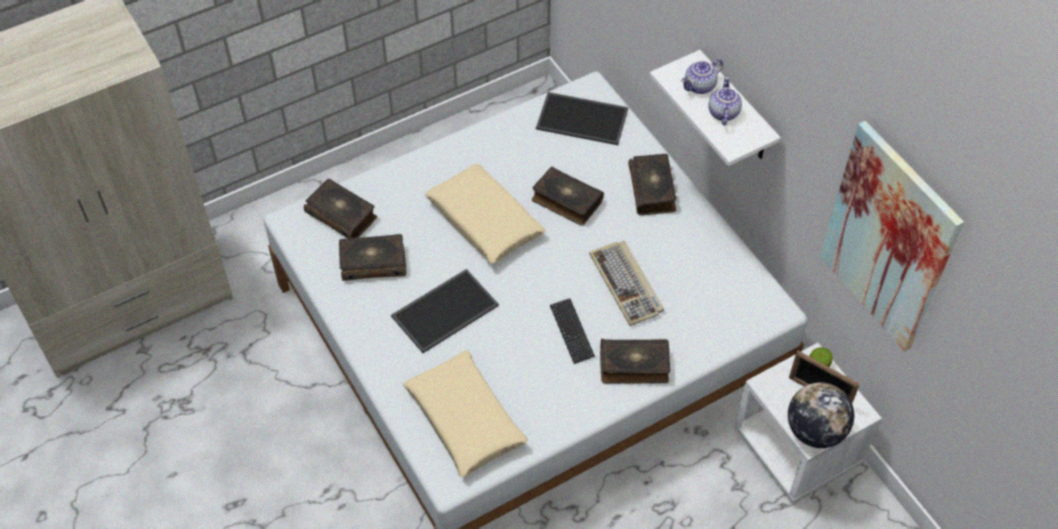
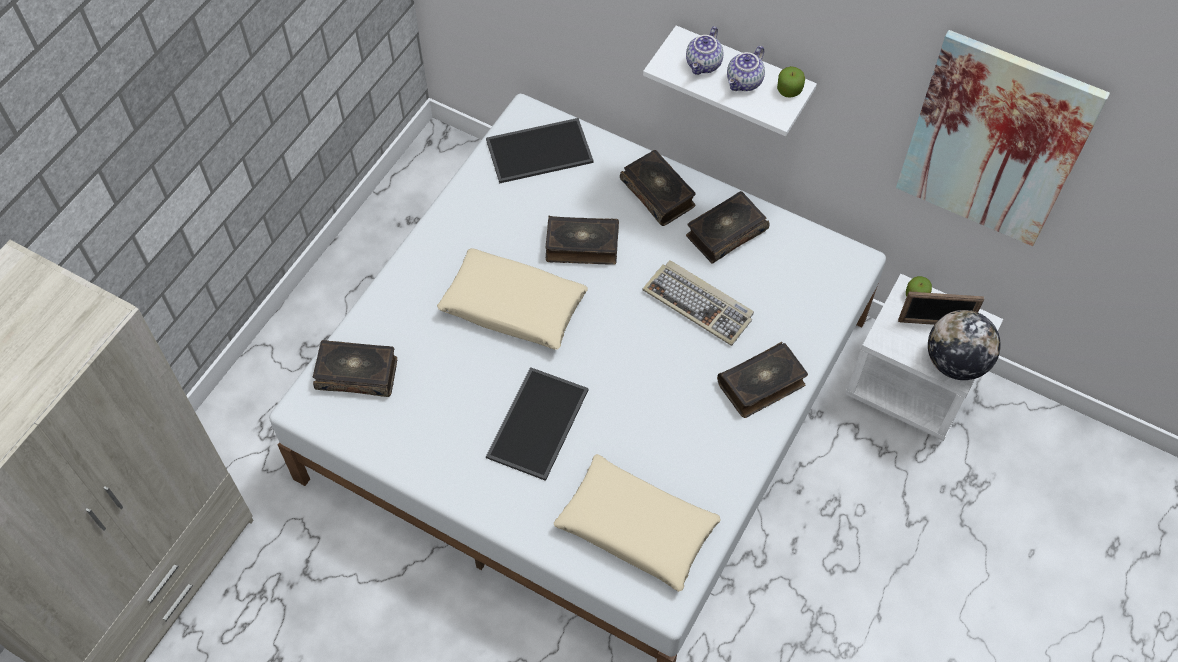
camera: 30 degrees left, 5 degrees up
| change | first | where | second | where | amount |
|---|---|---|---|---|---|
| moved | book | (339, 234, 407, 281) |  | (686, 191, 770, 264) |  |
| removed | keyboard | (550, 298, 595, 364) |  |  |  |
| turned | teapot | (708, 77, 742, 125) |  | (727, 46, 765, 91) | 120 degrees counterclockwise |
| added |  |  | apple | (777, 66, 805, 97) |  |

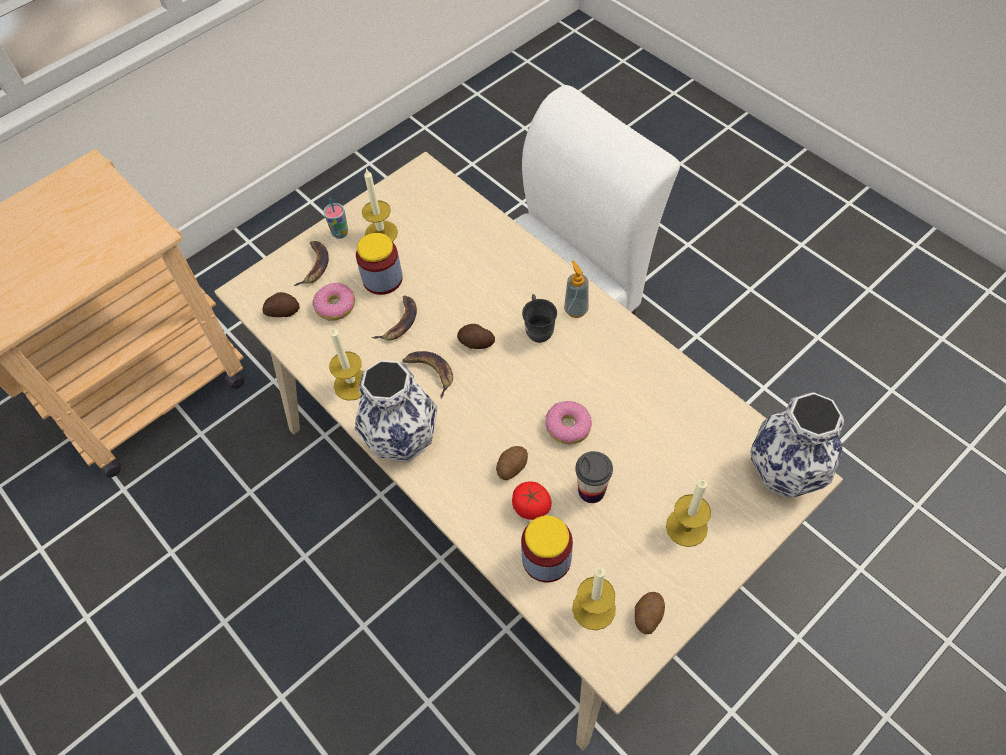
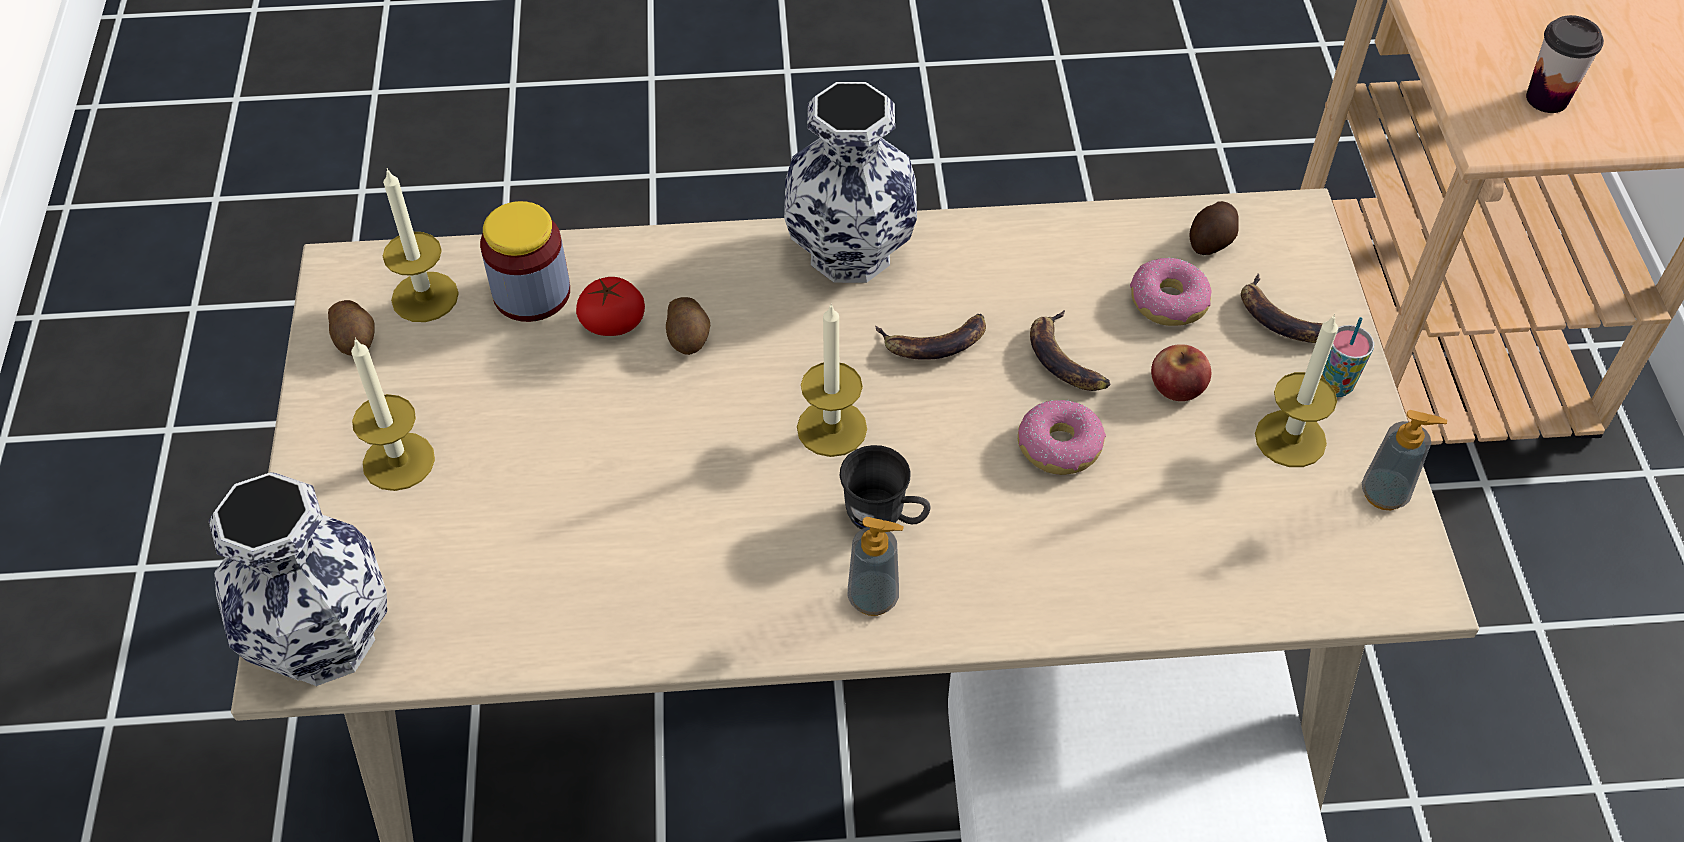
camera: 125 degrees right, 5 degrees down
| change | first | where | second | where | amount |
|---|---|---|---|---|---|
| moved | candle | (329, 327, 363, 401) |  | (797, 303, 867, 457) |  |
| replaced | jar | (356, 233, 403, 295) | apple | (1151, 344, 1211, 401) |  |
| removed | potato | (457, 324, 495, 349) |  |  |  |
| moved | donut | (545, 401, 592, 444) |  | (1018, 400, 1106, 475) |  |
| moved | cup | (575, 451, 613, 503) |  | (1526, 15, 1604, 113) |  |
| added |  |  | soap dispenser | (1362, 410, 1447, 510) |  |

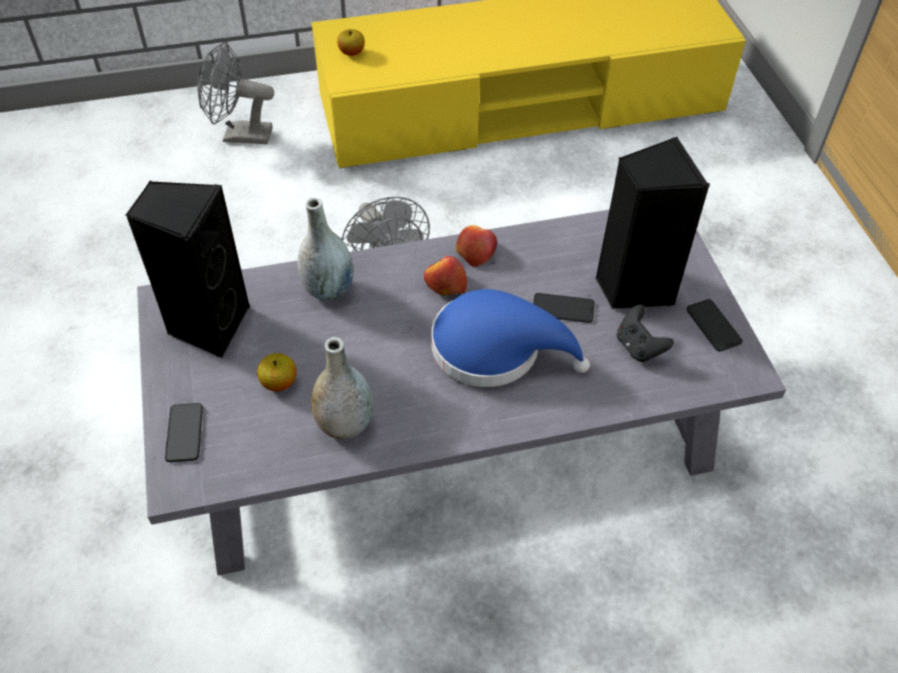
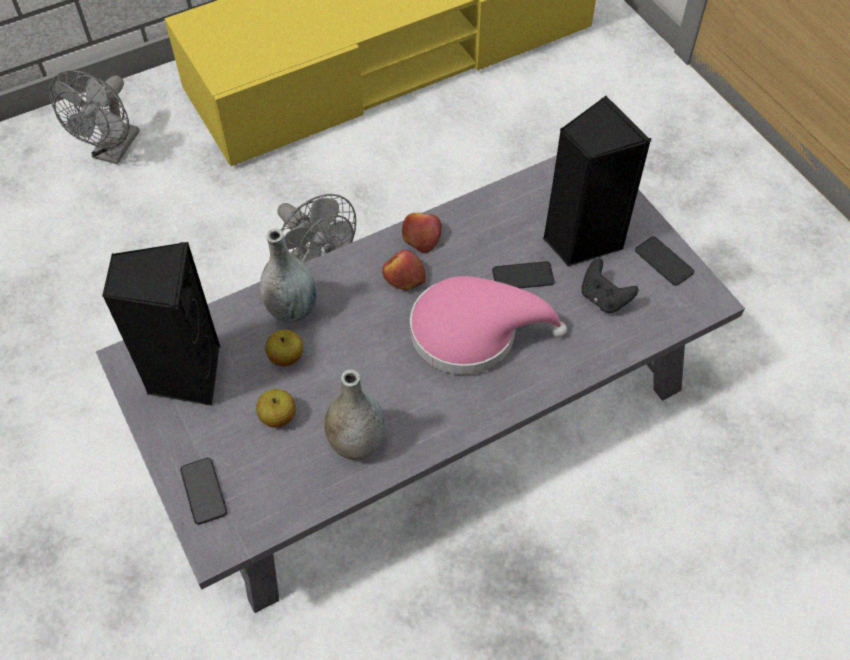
camera: 15 degrees left, 5 degrees up
| change | first | where | second | where | amount |
|---|---|---|---|---|---|
| turned | grey fan | (197, 41, 274, 144) |  | (49, 70, 140, 164) | 60 degrees counterclockwise |
| moved | apple | (337, 29, 365, 56) |  | (265, 329, 303, 366) |  |
| recoloured | blue hat | (431, 289, 590, 387) | pink hat | (410, 276, 567, 375) |  |

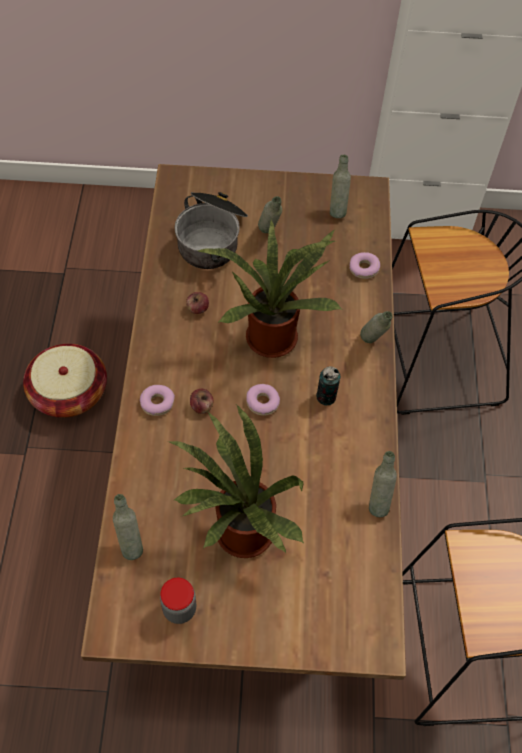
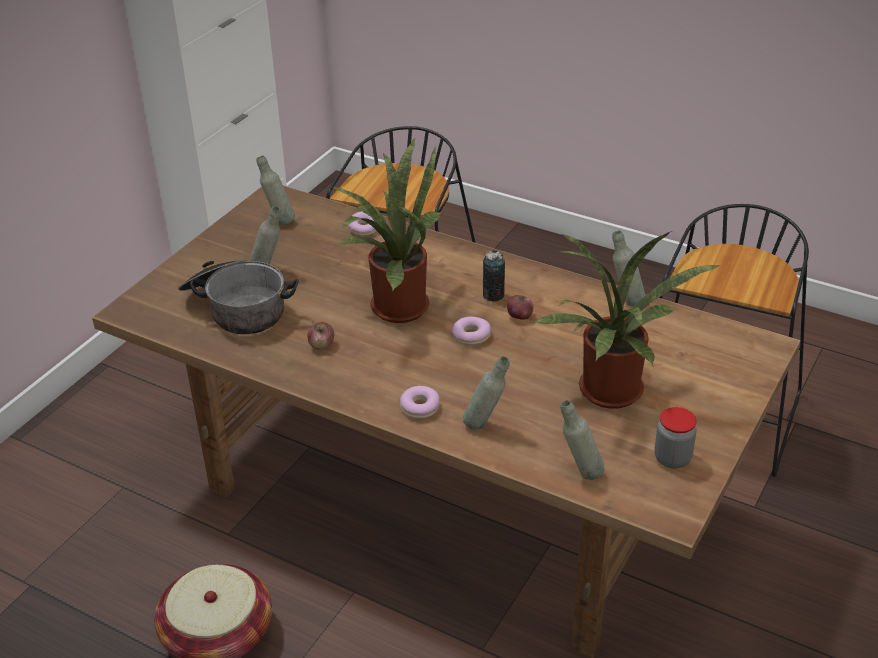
camera: 60 degrees left, 20 degrees down
| change | first | where | second | where | amount |
|---|---|---|---|---|---|
| moved | apple | (190, 389, 214, 414) |  | (507, 295, 534, 320) |  |
| moved | grey bottle | (360, 311, 392, 343) |  | (463, 356, 510, 430) |  |

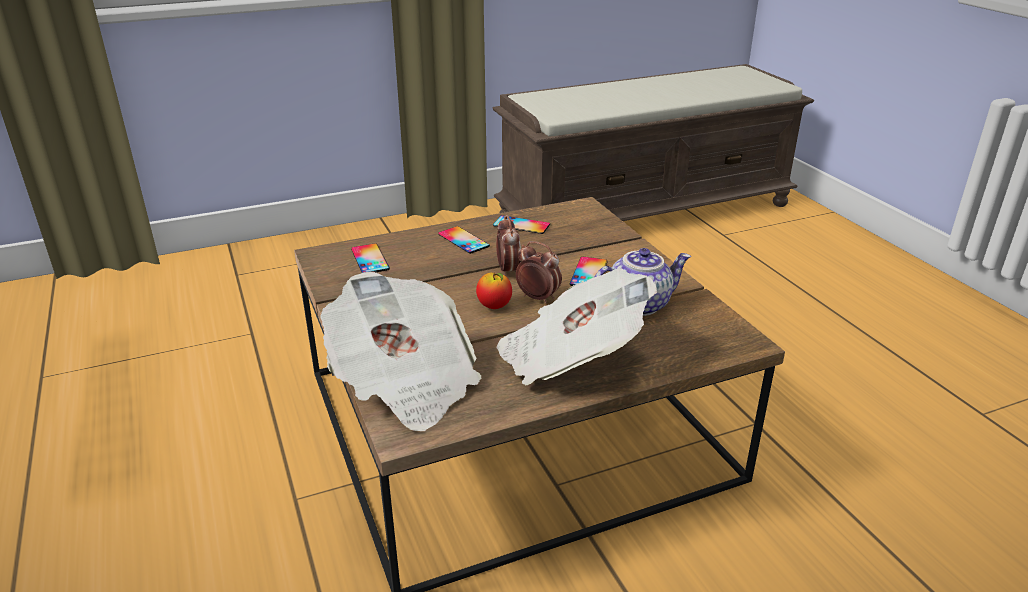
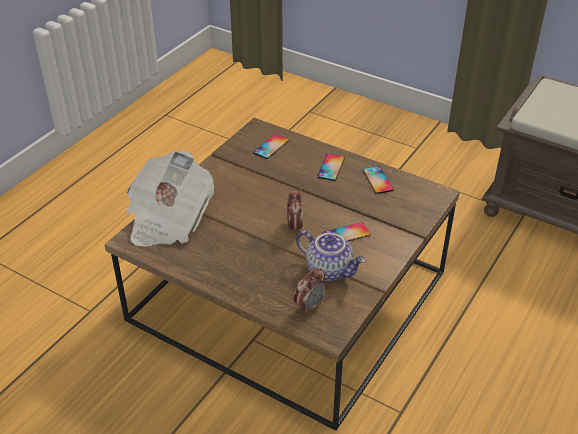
camera: 55 degrees right, 10 degrees up
| change | first | where | second | where | amount |
|---|---|---|---|---|---|
| removed | apple | (476, 272, 512, 309) |  |  |  |
| moved | alarm clock | (496, 215, 521, 276) |  | (293, 268, 327, 314) |  |
| removed | newspaper | (496, 268, 657, 386) |  |  |  |

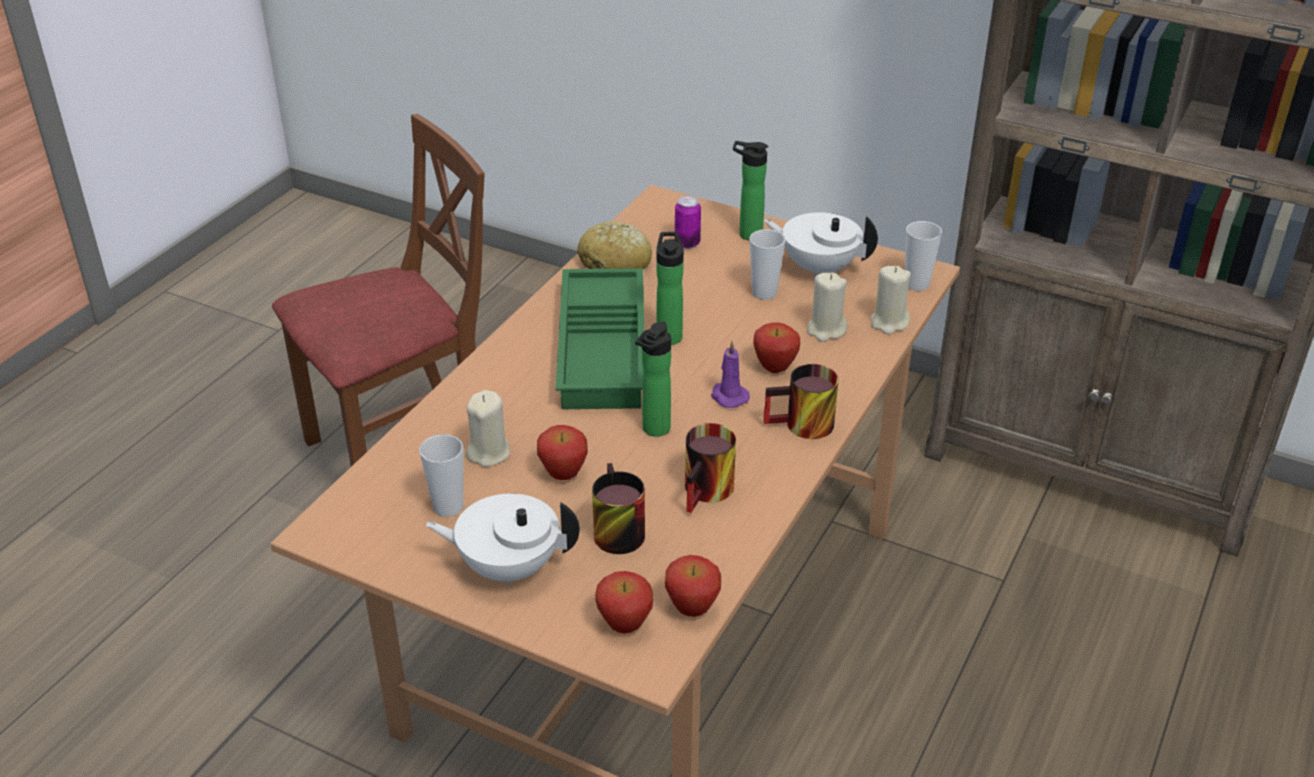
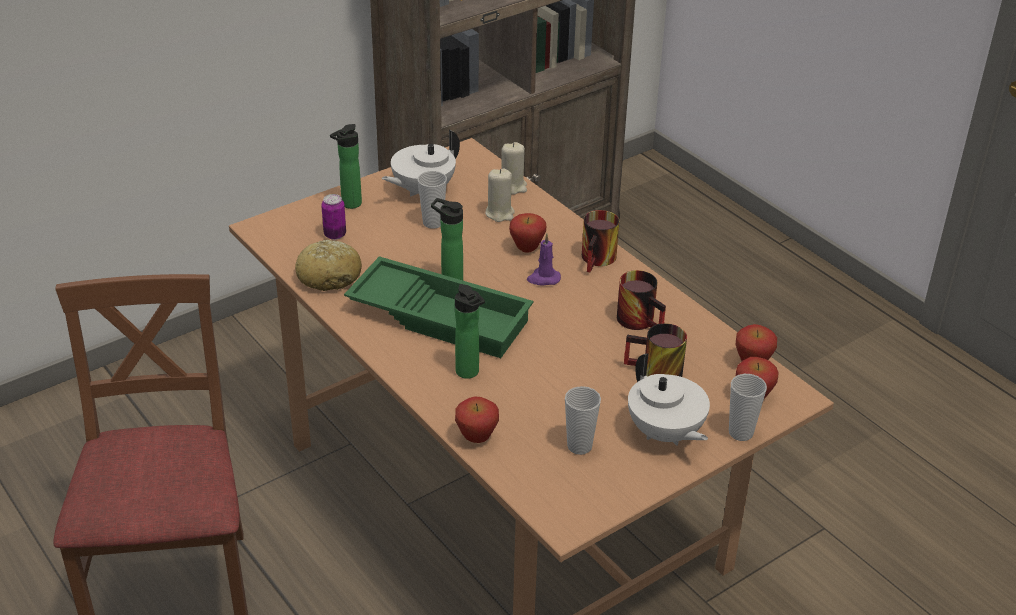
camera: 65 degrees left, 0 degrees up
| change | first | where | second | where | amount |
|---|---|---|---|---|---|
| turned | white teapot | (425, 493, 580, 585) |  | (628, 353, 710, 446) | 60 degrees counterclockwise |
| removed | beige candle | (466, 390, 510, 467) |  |  |  |
| moved | apple | (537, 425, 588, 480) |  | (455, 396, 499, 443) |  |
| moved | bottle | (635, 321, 671, 437) |  | (455, 284, 485, 379) |  |
| moved | cup | (905, 221, 942, 291) |  | (729, 374, 767, 441) |  |

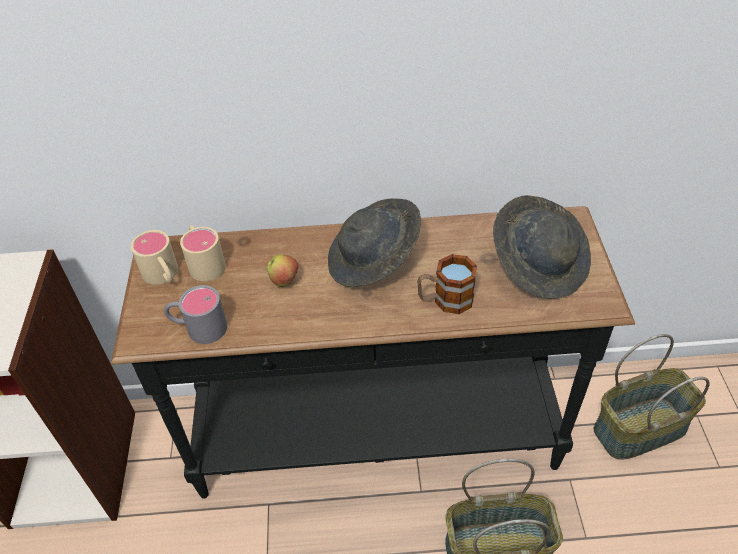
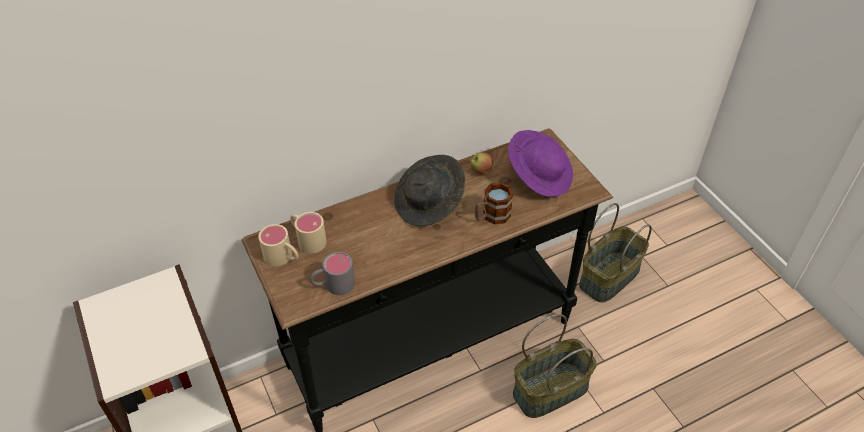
camera: 25 degrees left, 0 degrees up
| change | first | where | second | where | amount |
|---|---|---|---|---|---|
| moved | apple | (267, 254, 298, 287) |  | (471, 152, 493, 175) |  |
| recoloured | grey hat | (493, 195, 591, 299) | purple hat | (508, 130, 573, 197) |  |

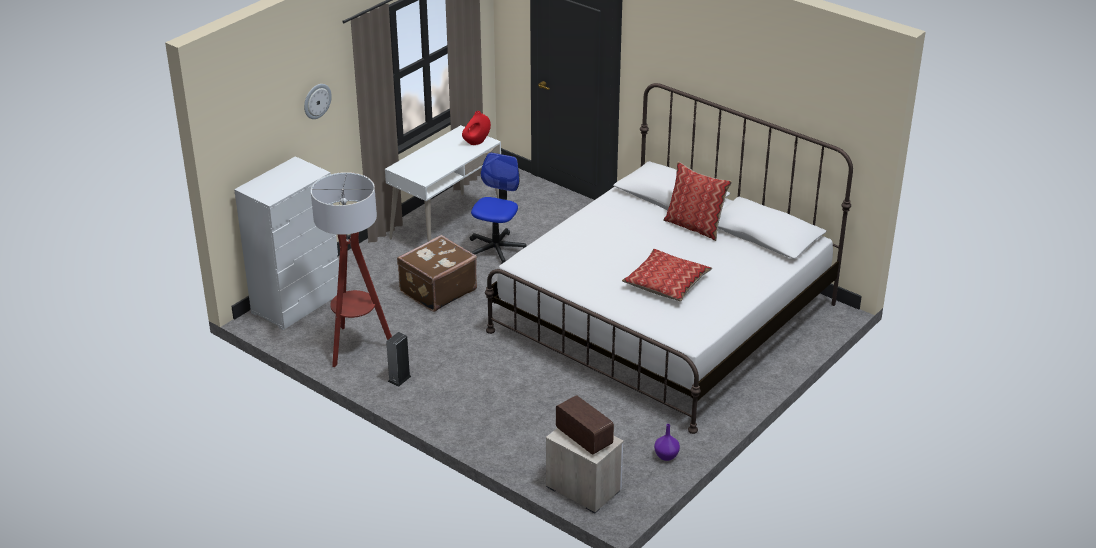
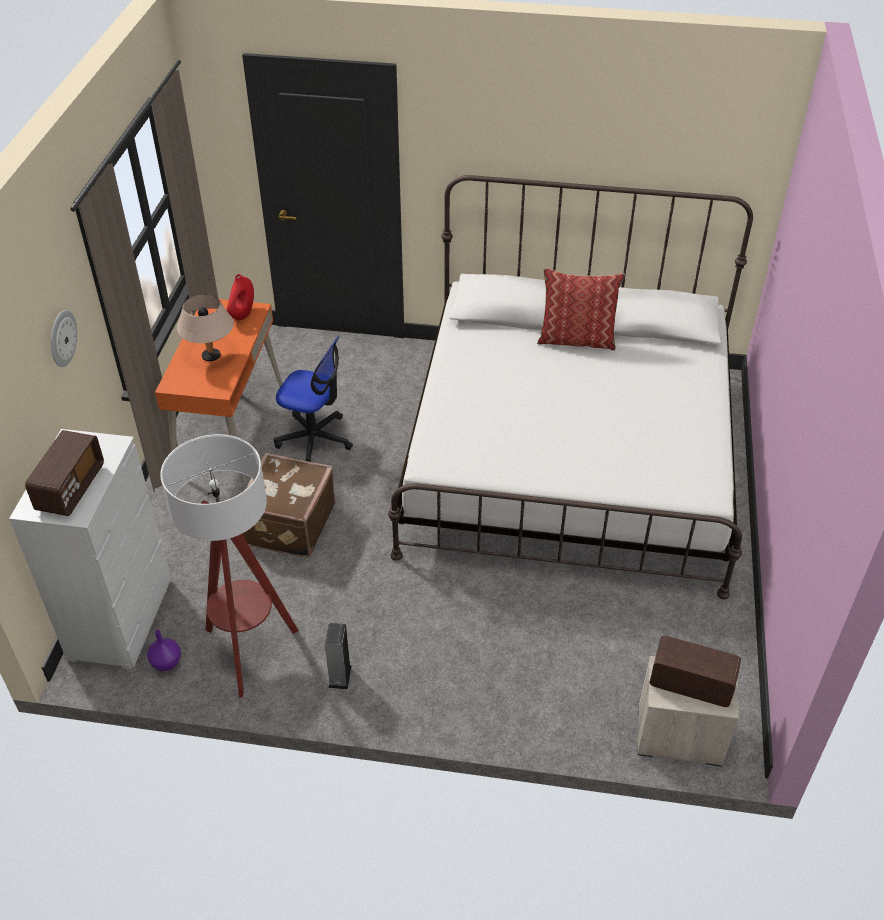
camera: 30 degrees left, 10 degrees up
| change | first | where | second | where | amount |
|---|---|---|---|---|---|
| recoloured | white desk | (385, 125, 501, 242) | orange desk | (155, 299, 282, 482) |  |
| turned | office chair | (470, 152, 526, 264) |  | (274, 336, 353, 462) | 120 degrees clockwise |
| removed | pillow | (622, 249, 712, 302) |  |  |  |
| moved | purple vase | (654, 424, 680, 461) |  | (147, 630, 181, 671) |  |
| added |  |  | radio | (25, 430, 104, 516) |  |
| added |  |  | beige table lamp | (177, 294, 234, 361) |  |

